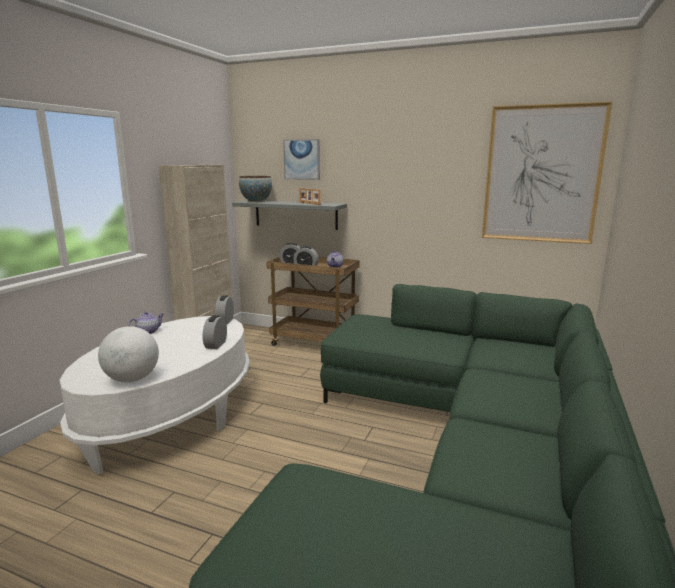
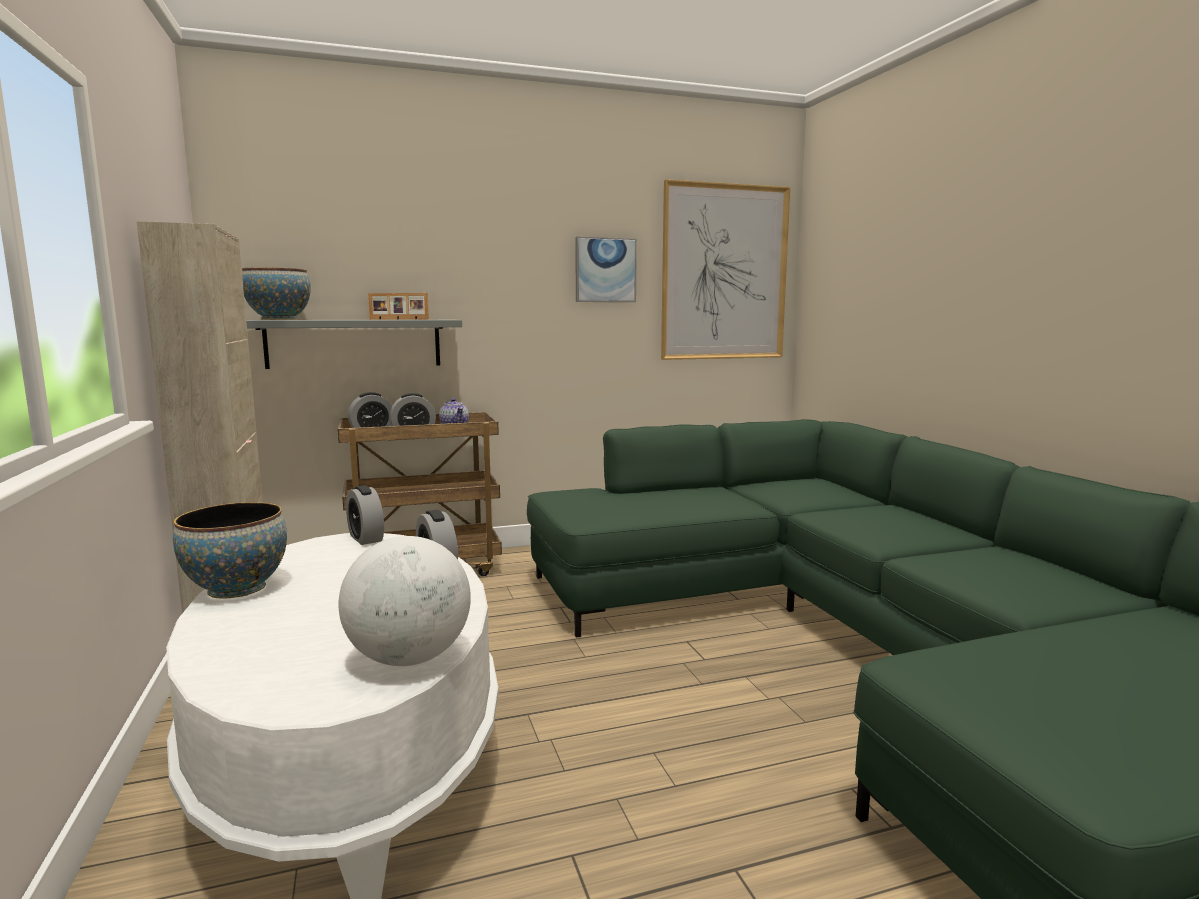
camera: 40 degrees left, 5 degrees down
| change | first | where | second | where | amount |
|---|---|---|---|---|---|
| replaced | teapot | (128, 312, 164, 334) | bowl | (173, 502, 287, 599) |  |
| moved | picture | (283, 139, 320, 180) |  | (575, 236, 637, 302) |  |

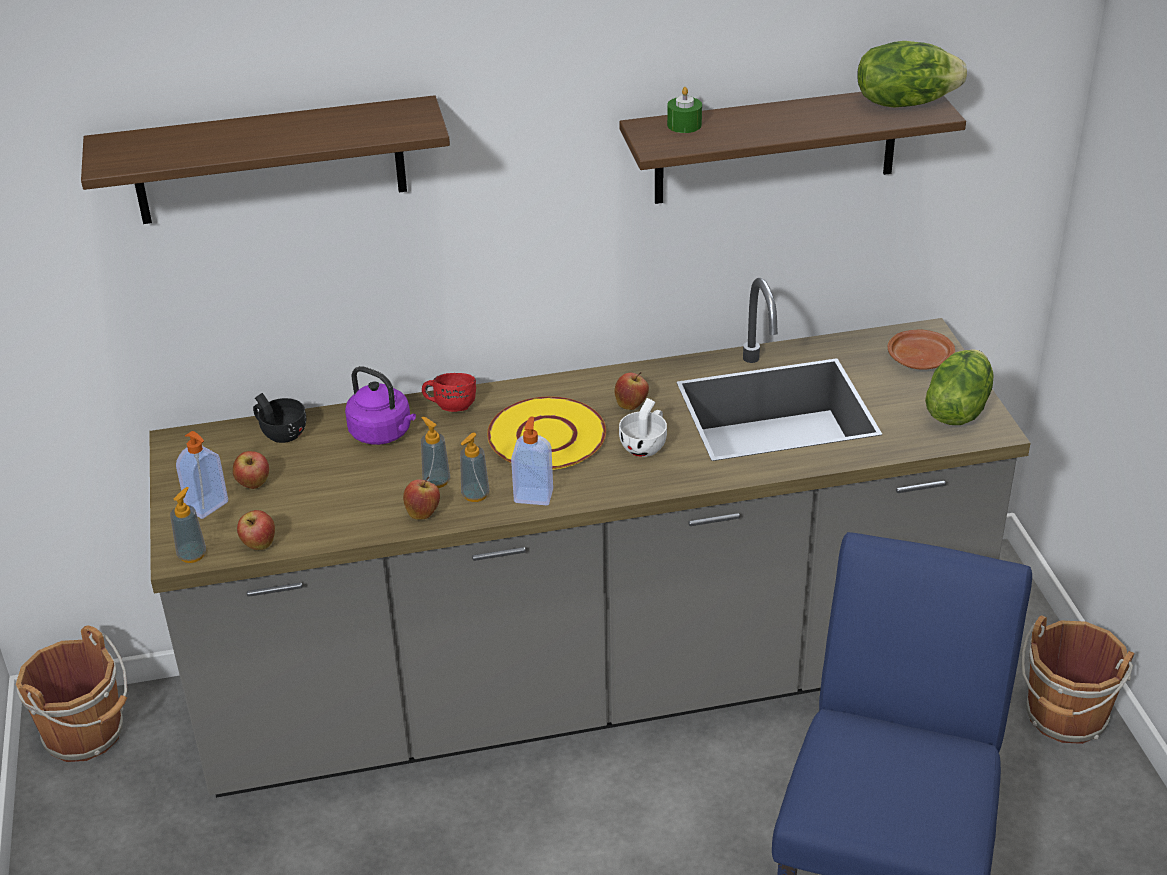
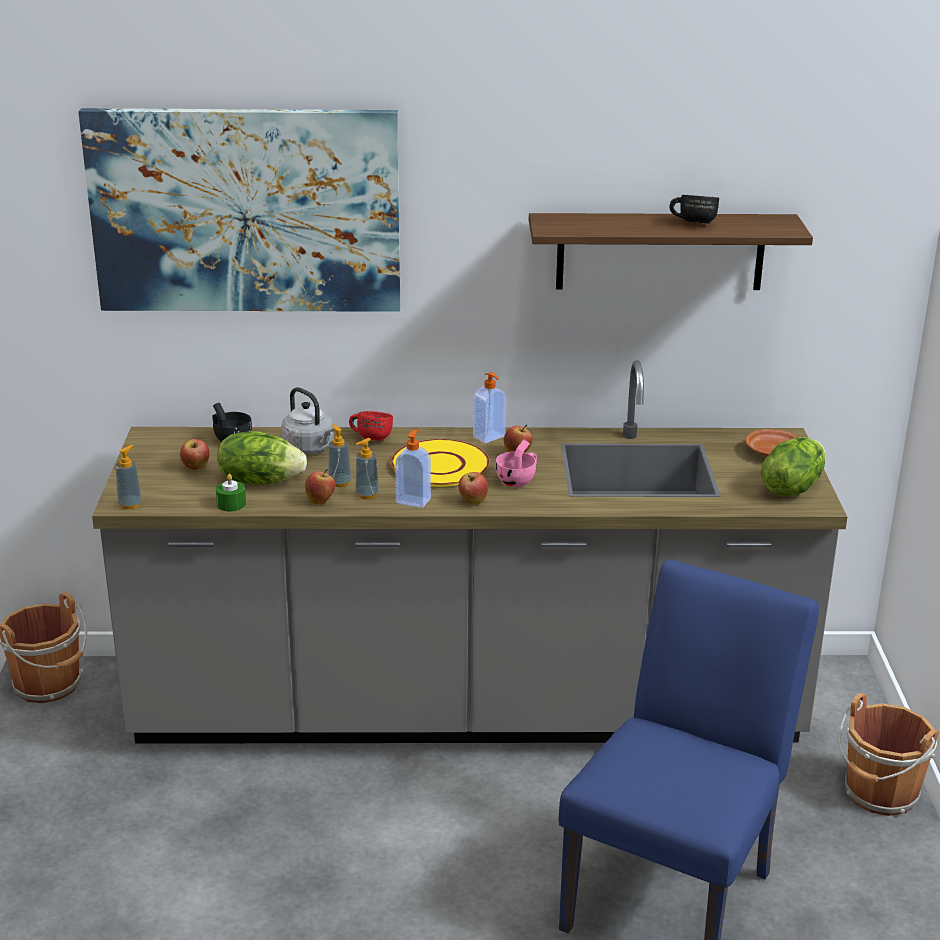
camera: 10 degrees right, 10 degrees down
| change | first | where | second | where | amount |
|---|---|---|---|---|---|
| replaced | shelf | (81, 95, 450, 224) | picture | (78, 108, 400, 312) |  |
| moved | soap dispenser | (176, 431, 228, 519) |  | (473, 372, 506, 443) |  |
| moved | apple | (237, 510, 275, 550) |  | (458, 472, 488, 505) |  |
| recoloured | purple kettle | (345, 366, 416, 445) | grey kettle | (281, 387, 334, 454) |  |
| recoloured | white cup | (619, 398, 667, 457) | pink cup | (496, 439, 537, 487) |  |
| moved | green candle | (667, 87, 702, 133) |  | (216, 474, 246, 512) |  |
| moved | lettuce | (857, 41, 967, 108) |  | (217, 431, 307, 484) |  |
| added |  |  | black mug | (669, 195, 719, 224) |  |

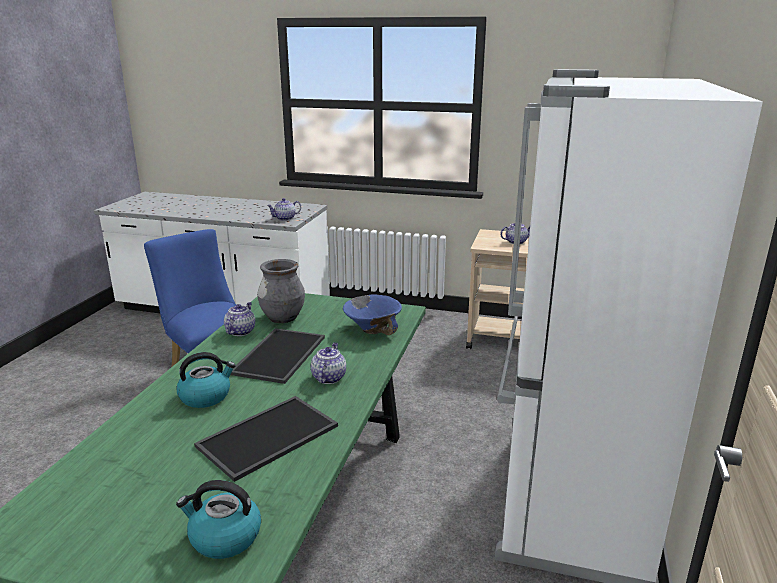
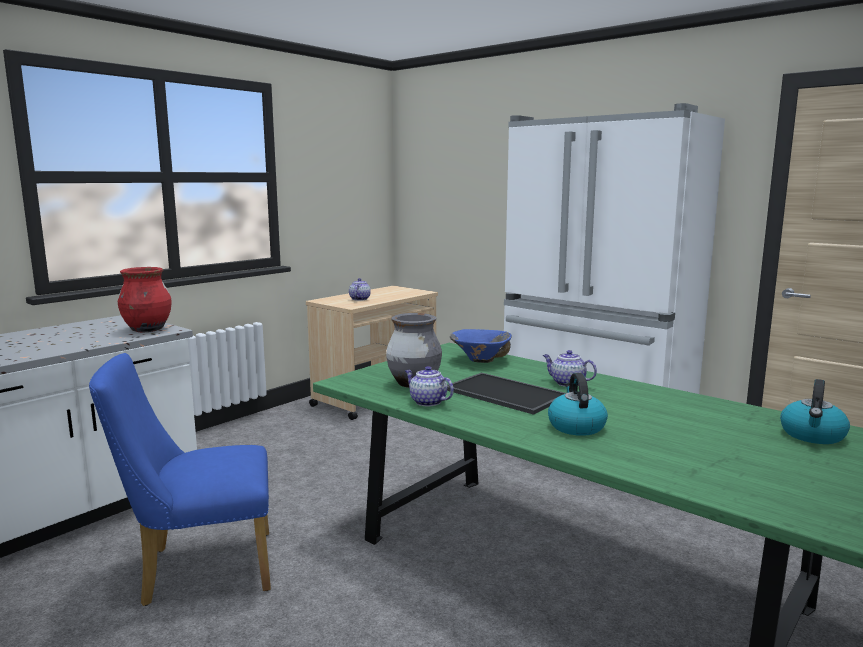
camera: 65 degrees left, 10 degrees down
| change | first | where | second | where | amount |
|---|---|---|---|---|---|
| removed | tray | (194, 396, 338, 482) |  |  |  |
| replaced | teapot | (267, 198, 301, 221) | red vase | (118, 267, 172, 332) |  |

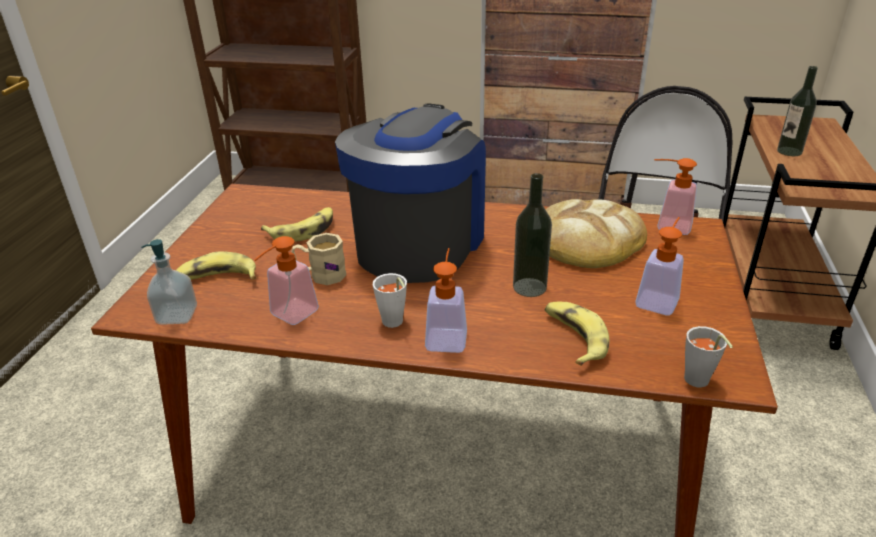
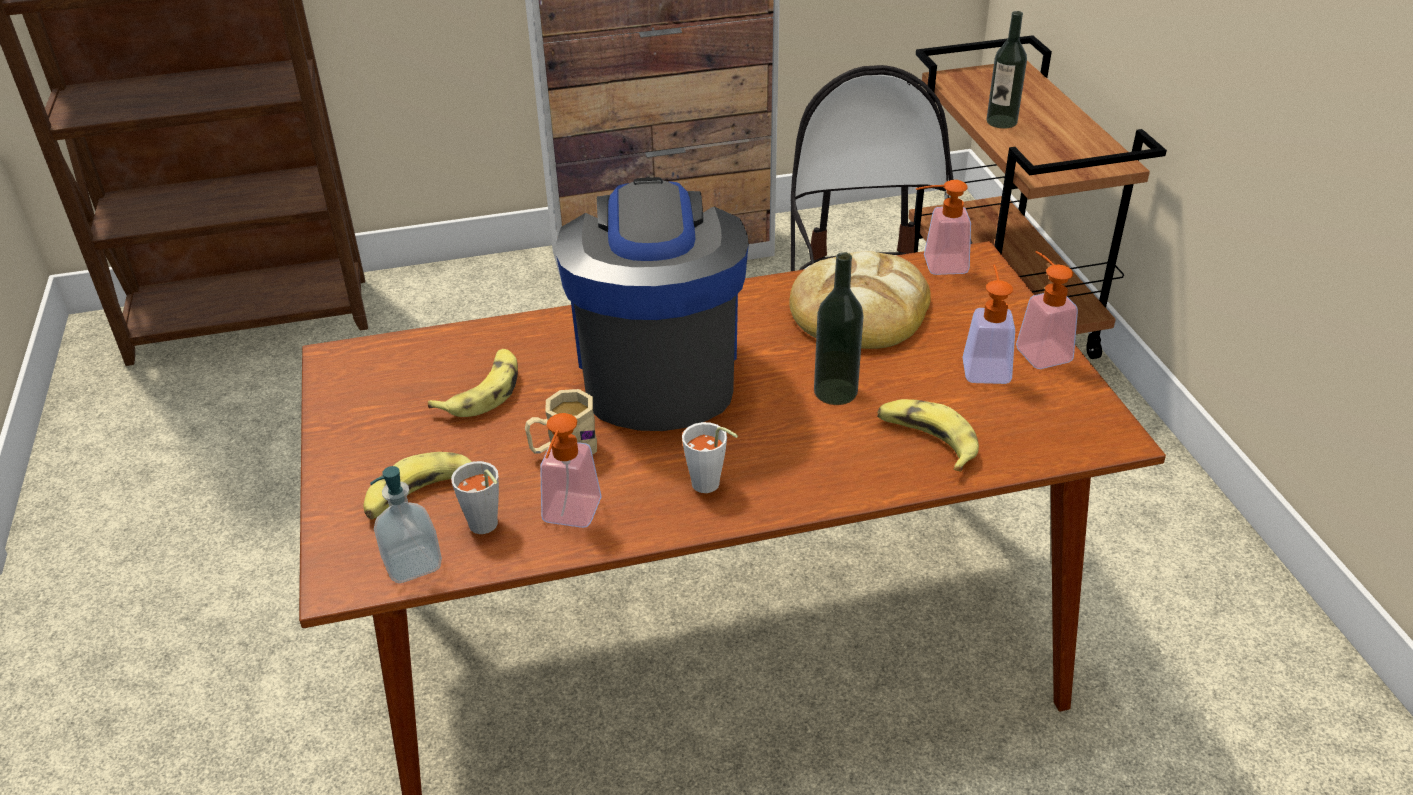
camera: 25 degrees left, 5 degrees up
| change | first | where | second | where | amount |
|---|---|---|---|---|---|
| moved | soap dispenser | (425, 248, 467, 353) |  | (1016, 251, 1078, 369) |  |
| moved | grey cup | (684, 326, 733, 388) |  | (451, 461, 499, 534) |  |

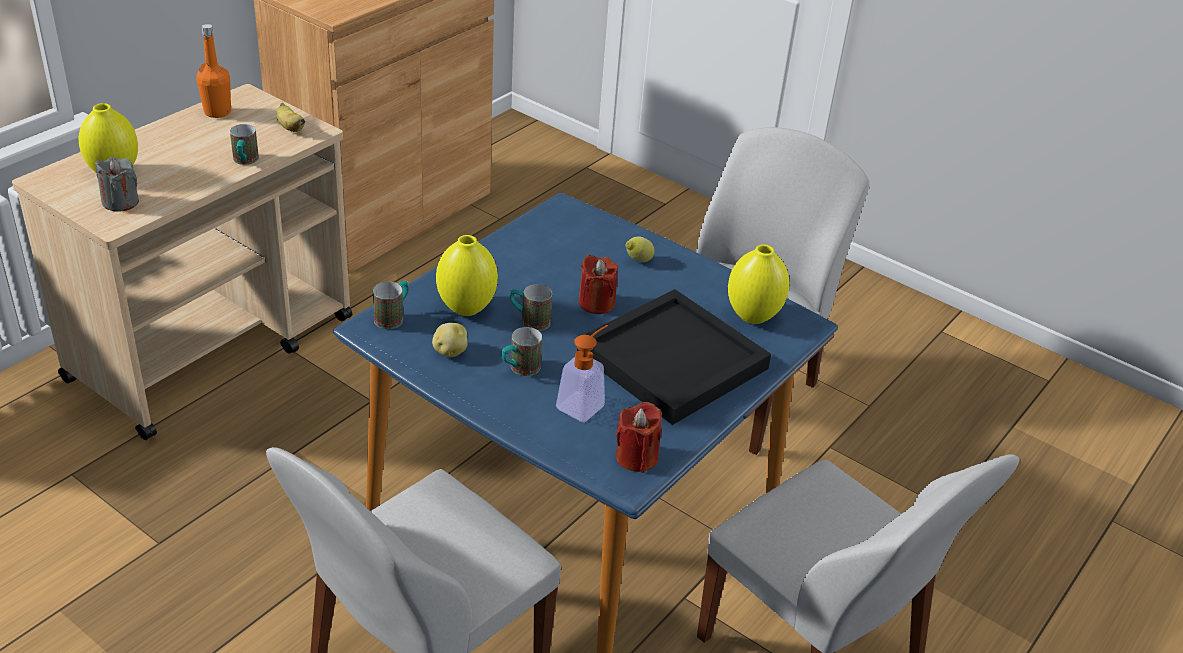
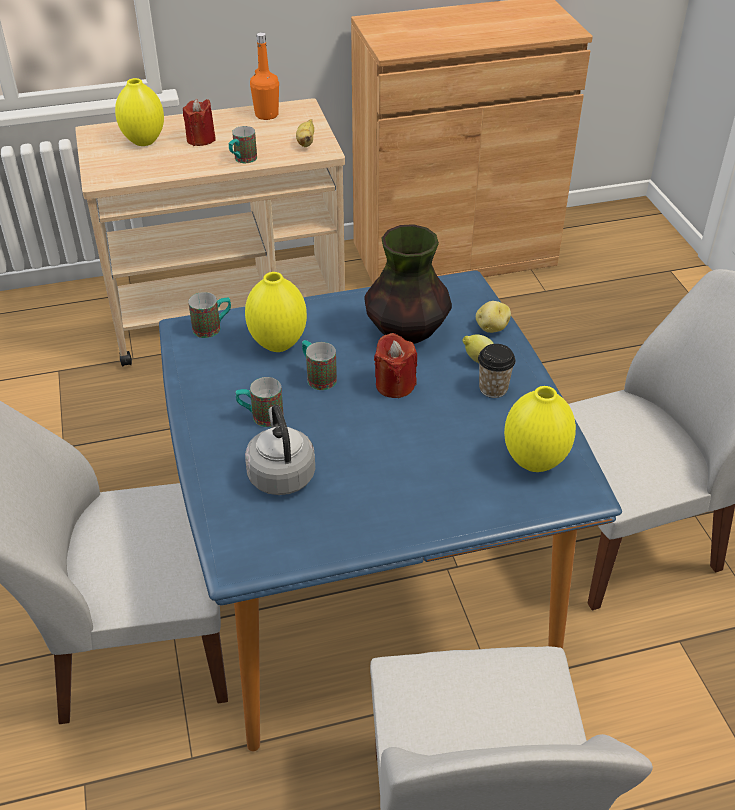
camera: 40 degrees right, 5 degrees up
| change | first | where | second | where | amount |
|---|---|---|---|---|---|
| removed | grey candle | (95, 157, 139, 212) |  |  |  |
| moved | potato | (432, 323, 468, 357) |  | (476, 301, 511, 333) |  |
| replaced | soap dispenser | (556, 325, 608, 422) | grey kettle | (245, 405, 315, 495) |  |
| removed | black tray | (577, 289, 771, 425) |  |  |  |
| moved | red candle | (616, 402, 662, 473) |  | (183, 99, 216, 146) |  |
| added |  |  | vase | (364, 224, 452, 344) |  |
| added |  |  | cup | (478, 344, 516, 398) |  |

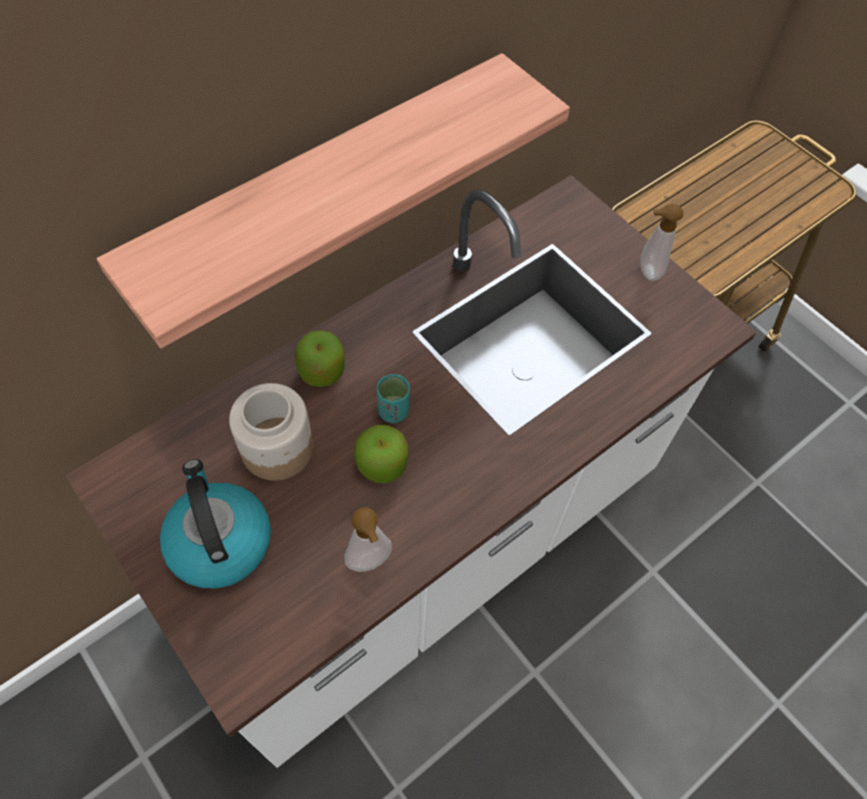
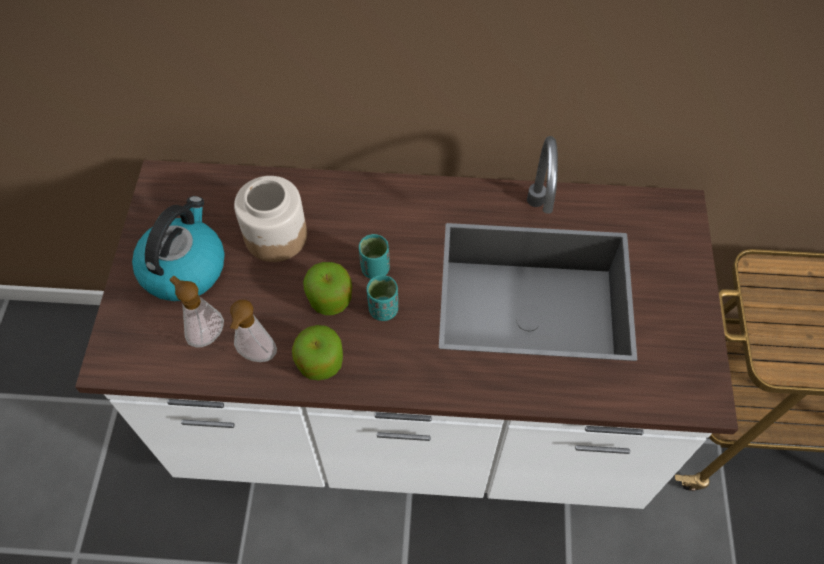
camera: 45 degrees right, 0 degrees up
| change | first | where | second | where | amount |
|---|---|---|---|---|---|
| removed | shelf | (97, 53, 570, 348) |  |  |  |
| moved | apple | (295, 331, 345, 387) |  | (292, 325, 343, 380) |  |
| moved | soap dispenser | (640, 204, 684, 281) |  | (170, 276, 224, 348) |  |
| added |  |  | turquoise cup | (367, 275, 398, 321) |  |

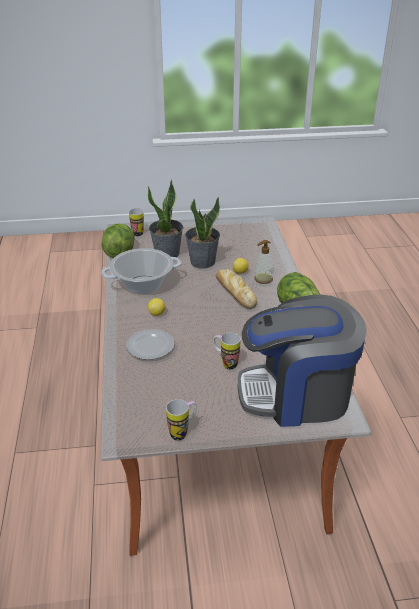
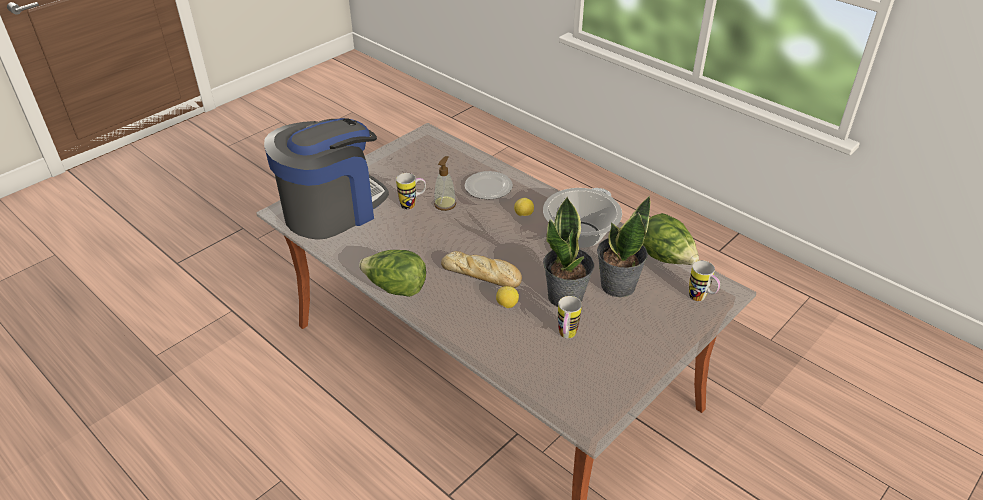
camera: 140 degrees right, 5 degrees up
| change | first | where | second | where | amount |
|---|---|---|---|---|---|
| moved | mug | (166, 399, 197, 441) |  | (558, 296, 582, 339) |  |
| moved | soap dispenser | (255, 240, 273, 284) |  | (434, 156, 456, 211) |  |

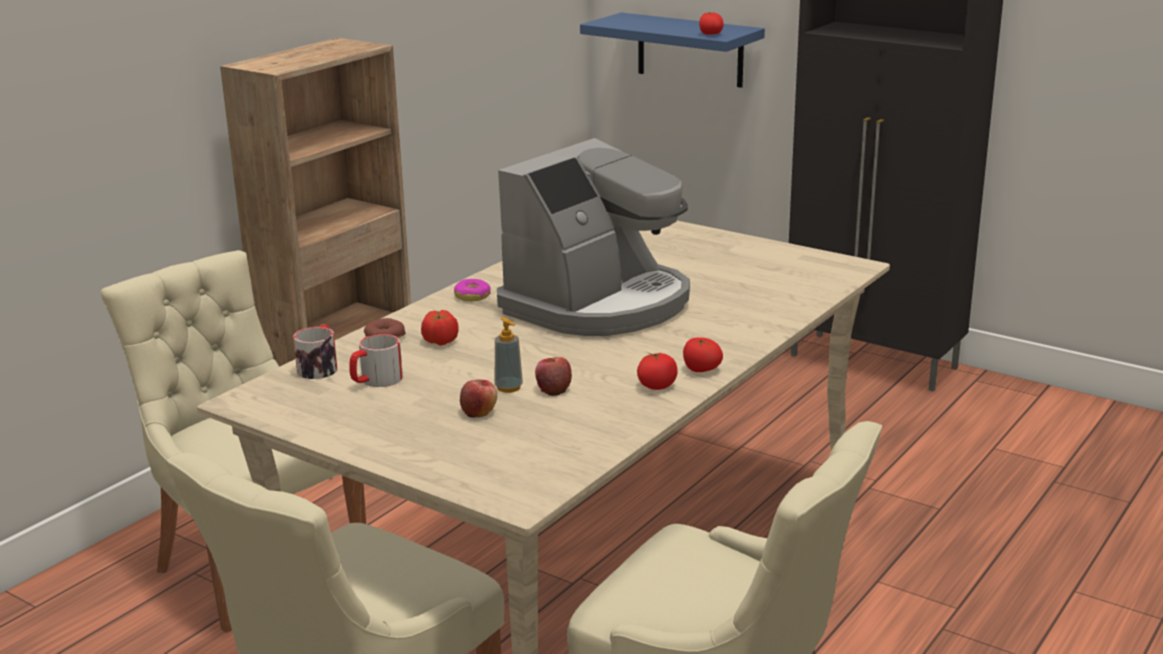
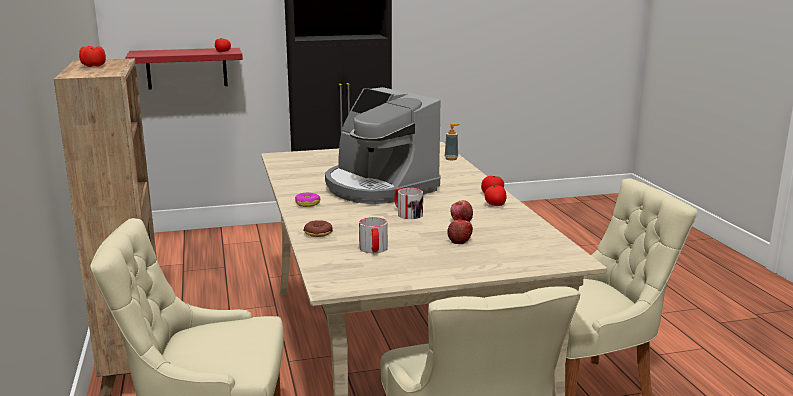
camera: 50 degrees left, 5 degrees down
| change | first | where | second | where | amount |
|---|---|---|---|---|---|
| moved | mug | (293, 325, 337, 379) |  | (394, 188, 423, 219) |  |
| moved | tomato | (421, 310, 459, 346) |  | (79, 46, 106, 67) |  |
| moved | soap dispenser | (494, 317, 523, 393) |  | (445, 124, 459, 160) |  |
| turned | coffee machine | (497, 138, 690, 336) |  | (325, 87, 440, 204) | 150 degrees clockwise |
| recoloured | blue shelf | (580, 13, 765, 88) | red shelf | (125, 48, 243, 89) |  |

